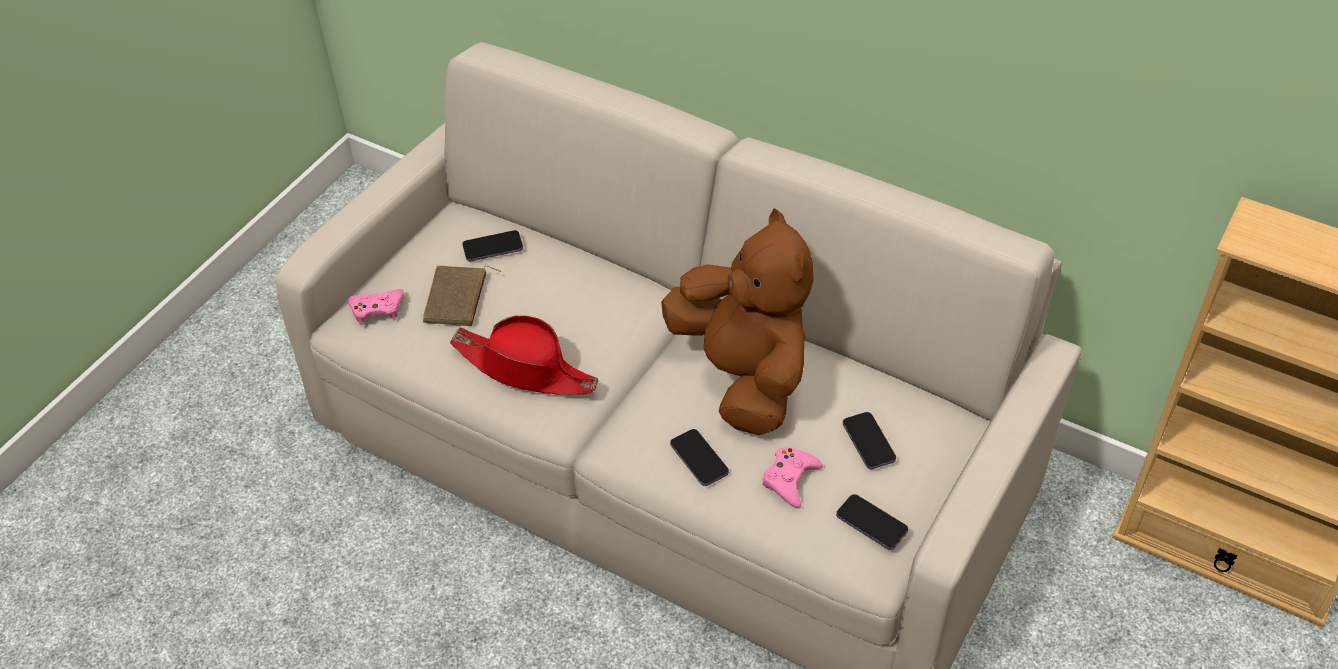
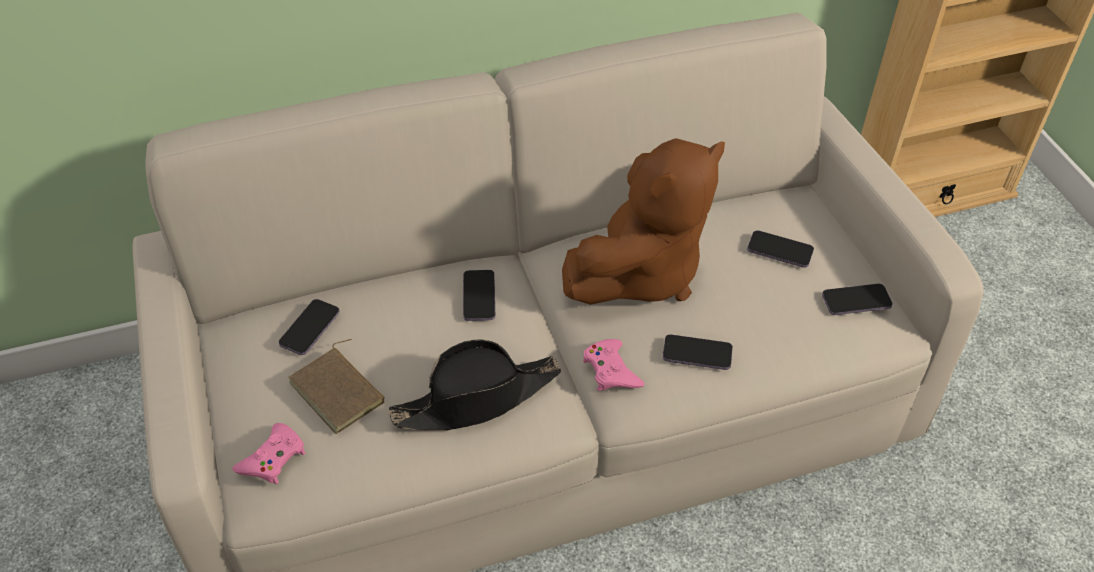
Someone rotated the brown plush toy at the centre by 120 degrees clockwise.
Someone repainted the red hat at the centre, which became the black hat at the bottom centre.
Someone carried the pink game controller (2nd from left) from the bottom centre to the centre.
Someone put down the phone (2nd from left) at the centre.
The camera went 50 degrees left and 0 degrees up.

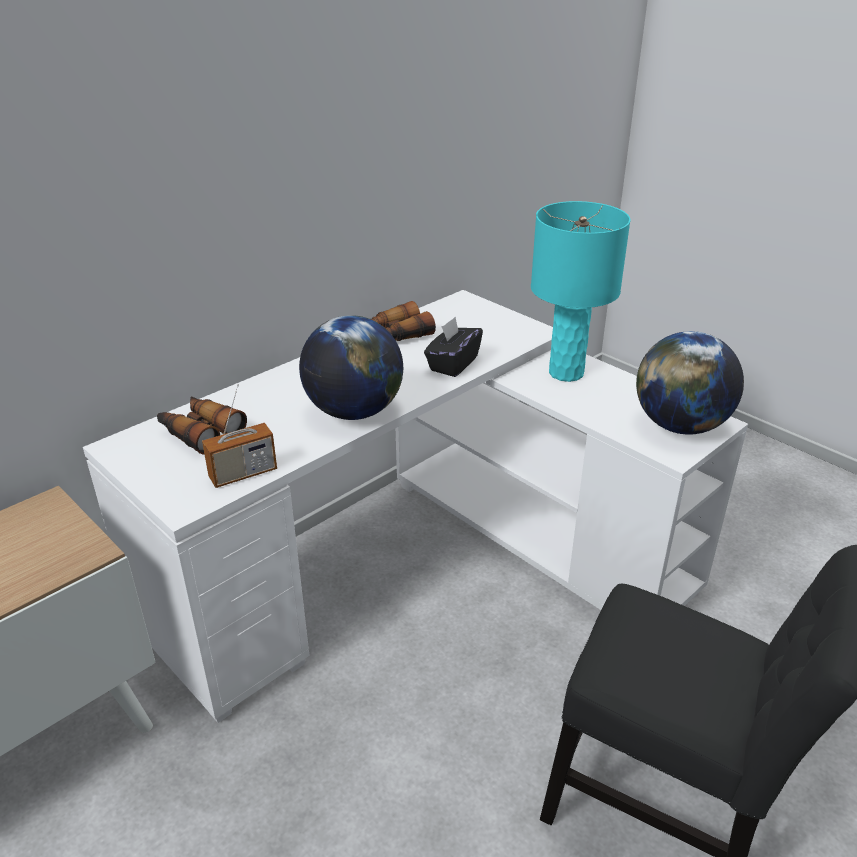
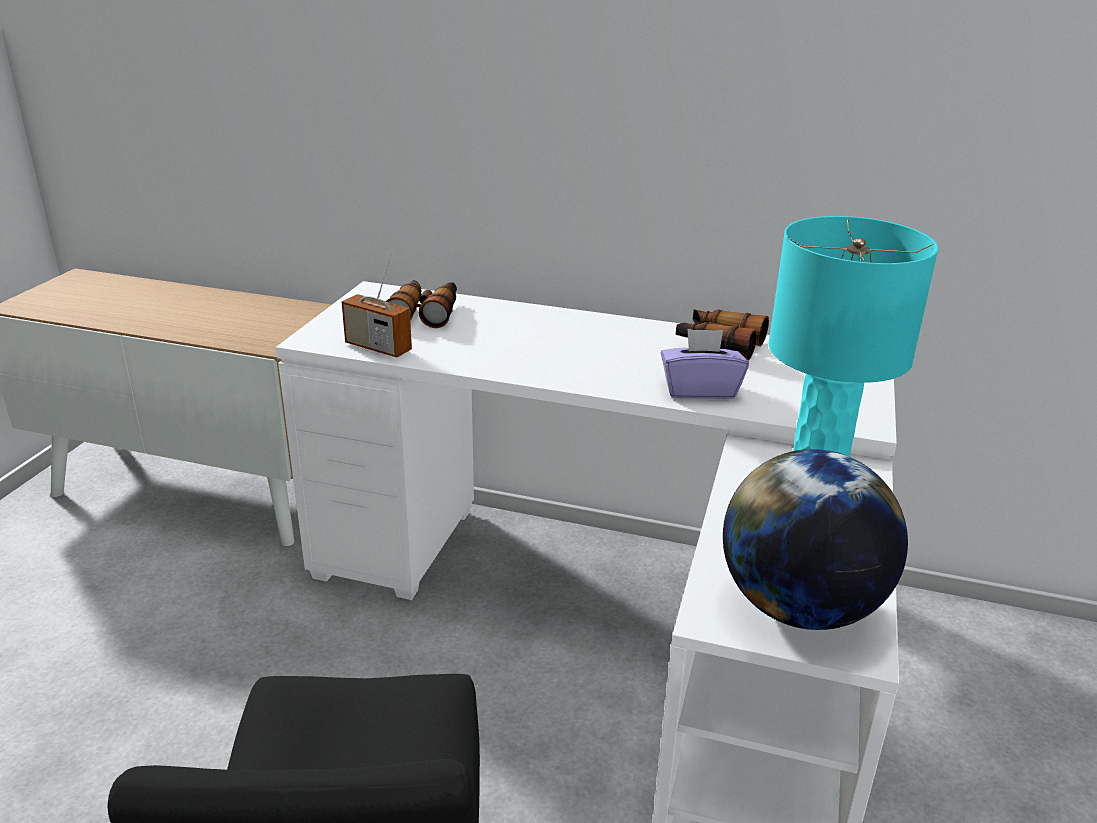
Someone took away the globe (1st from left) at the centre.
Someone repainted the black tissue box at the centre, which became the purple tissue box at the centre.
The camera went 60 degrees right and 5 degrees down.

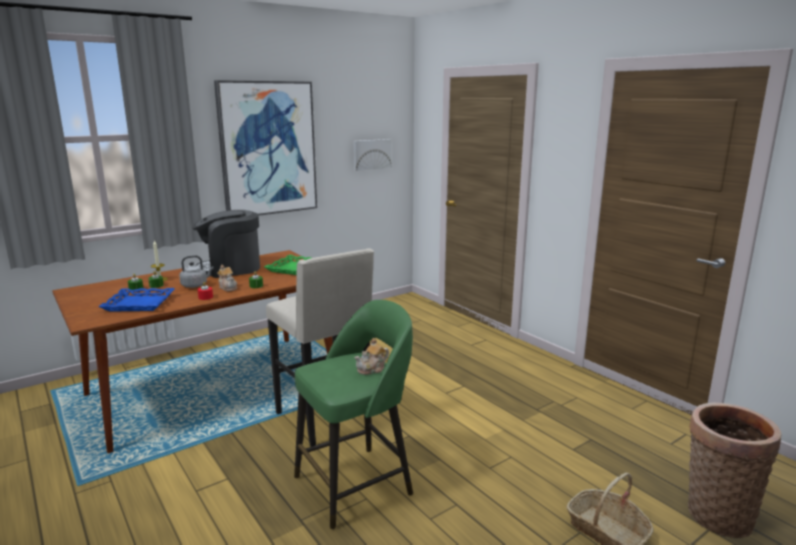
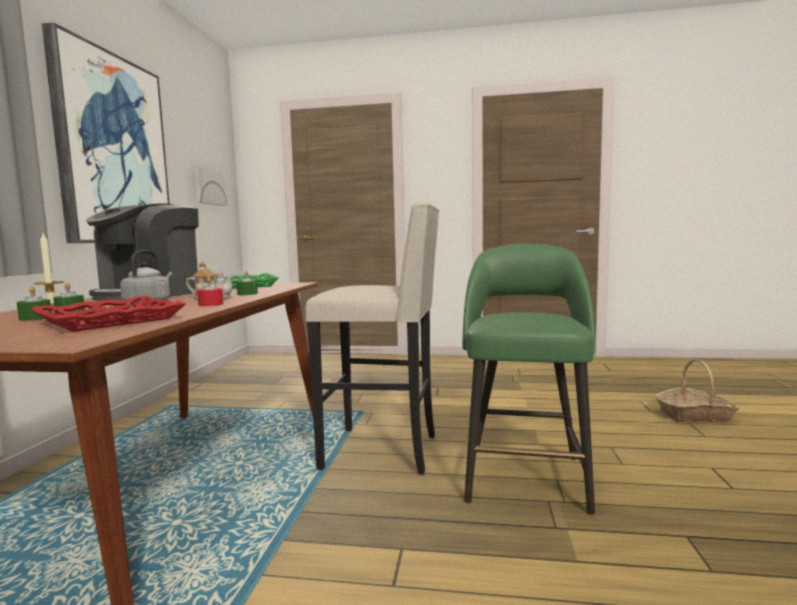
Someone repainted the blue tray at the middle left, which became the red tray at the middle left.
Someone took away the teapot (2nd from left) at the centre.
Someone took away the basket (2nd from left) at the bottom right.
The camera went 45 degrees left and 10 degrees down.

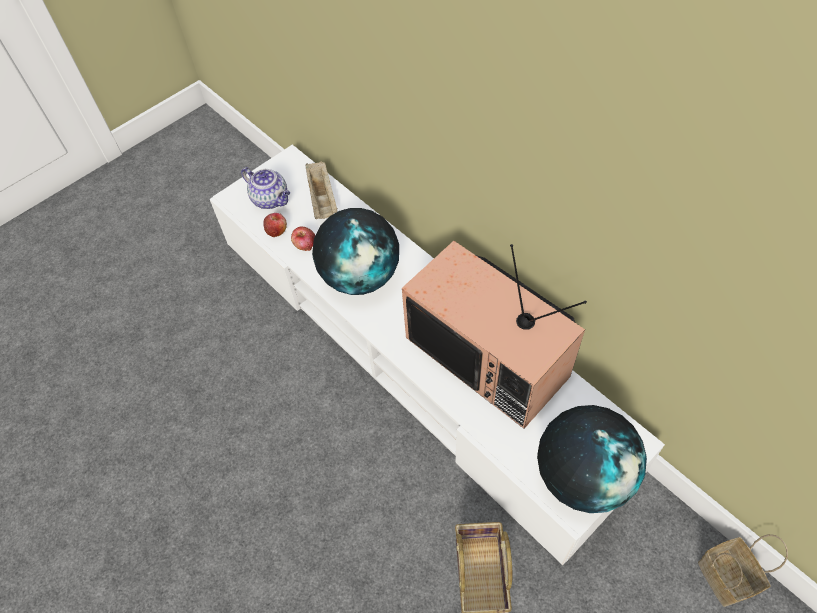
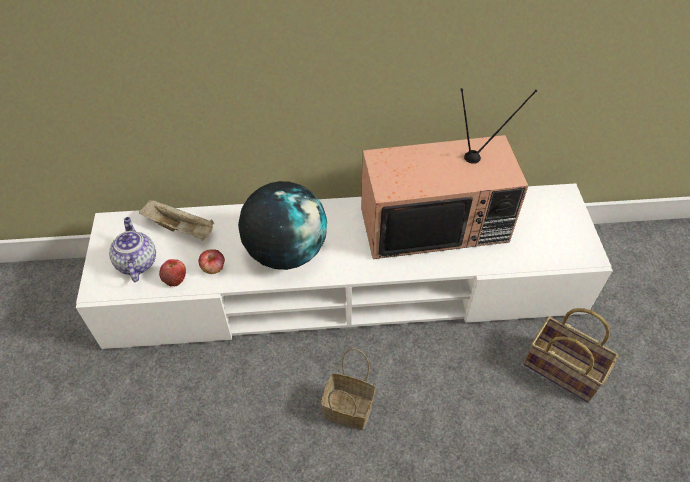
Someone rotated the teapot at the top left by 90 degrees counterclockwise.
Someone took away the globe (2nd from left) at the bottom right.
Someone carried the basket (2nd from left in the first image) from the bottom right to the bottom centre.
The camera went 55 degrees left and 5 degrees down.

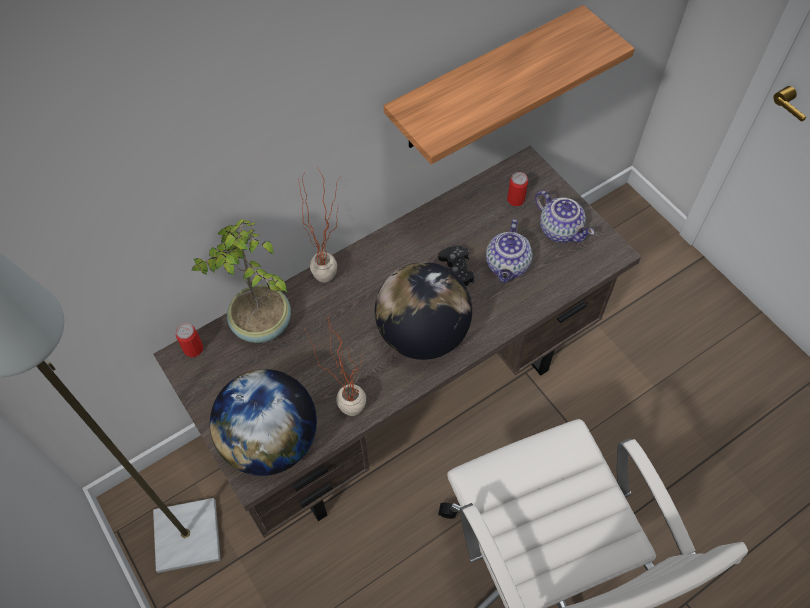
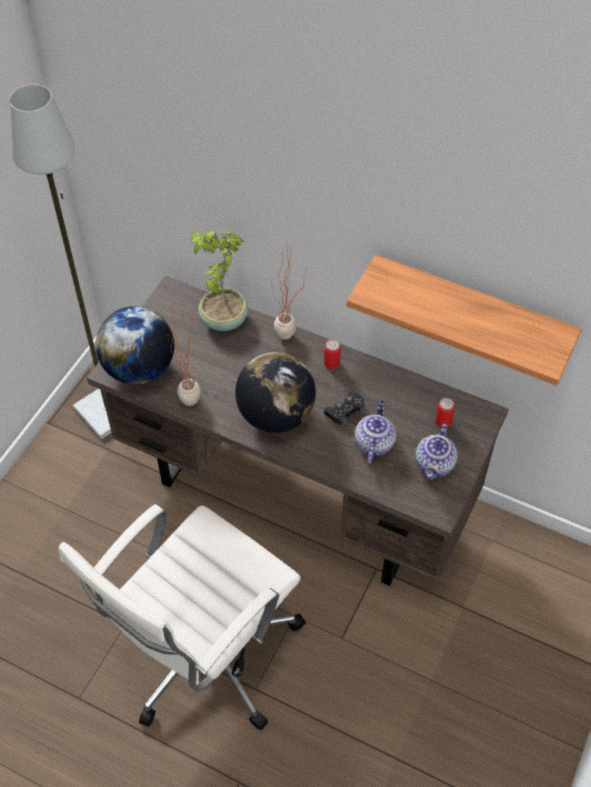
Someone rotated the teapot (1st from left) at the centre by 120 degrees clockwise.
Someone carried the can (1st from left) from the middle left to the centre.
The camera went 60 degrees right and 5 degrees down.

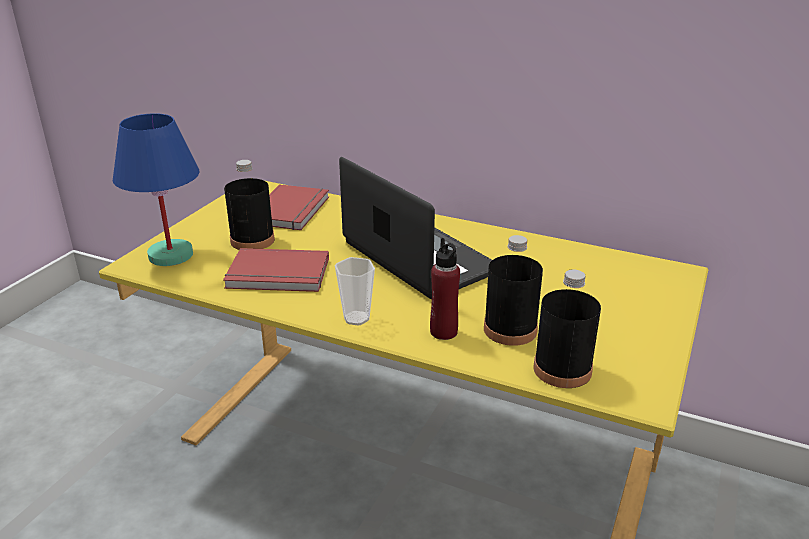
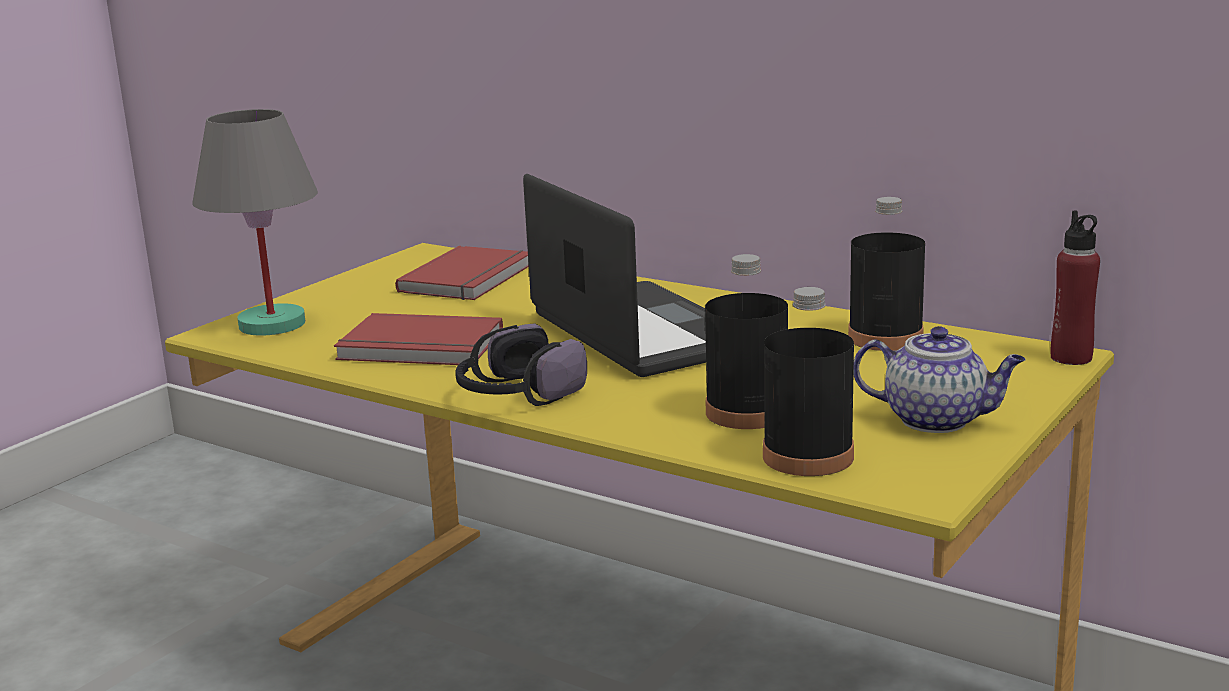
Someone repainted the blue table lamp at the middle left, which became the grey table lamp at the top left.
Someone carried the black bottle (1st from left in the first image) from the middle left to the middle right.
Someone carried the red bottle from the centre to the middle right.
Someone swapped the cup at the centre for the headphones at the centre.
Someone put down the teapot at the middle right.
The camera went 10 degrees right and 10 degrees down.

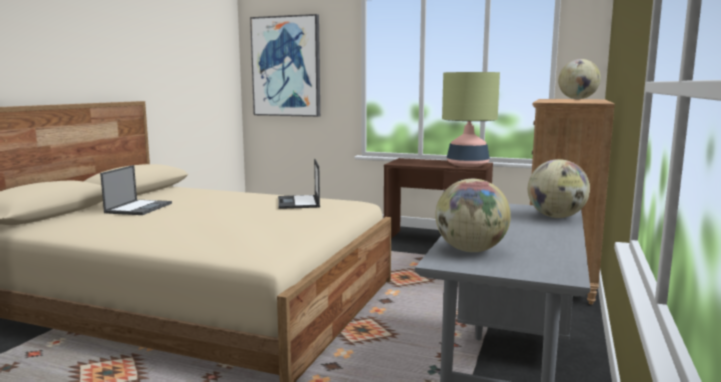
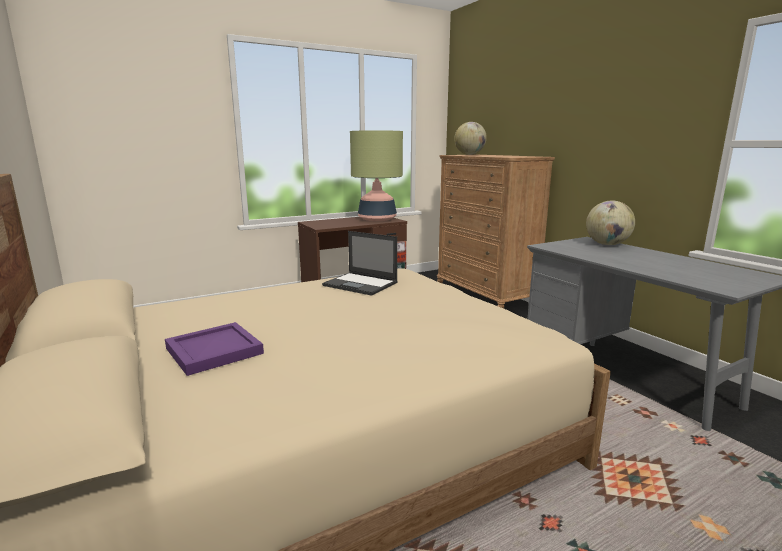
Someone took away the picture at the top centre.
Someone swapped the laptop (1st from left) at the middle left for the purple tray at the middle left.
Someone took away the globe (1st from left) at the centre.
The camera went 50 degrees left and 5 degrees up.

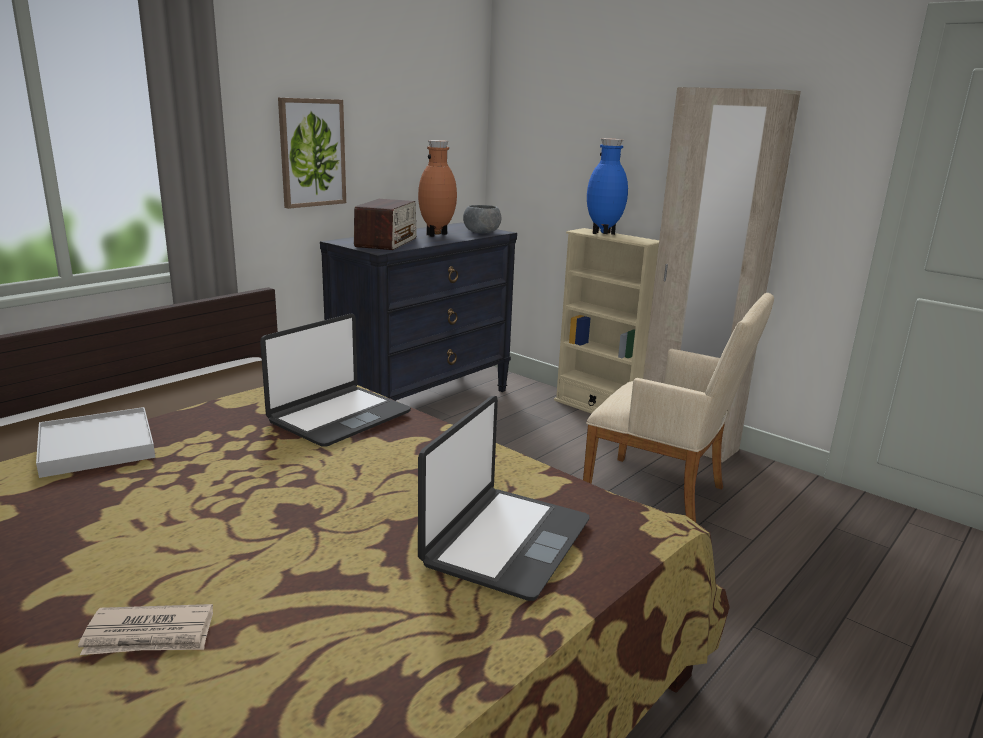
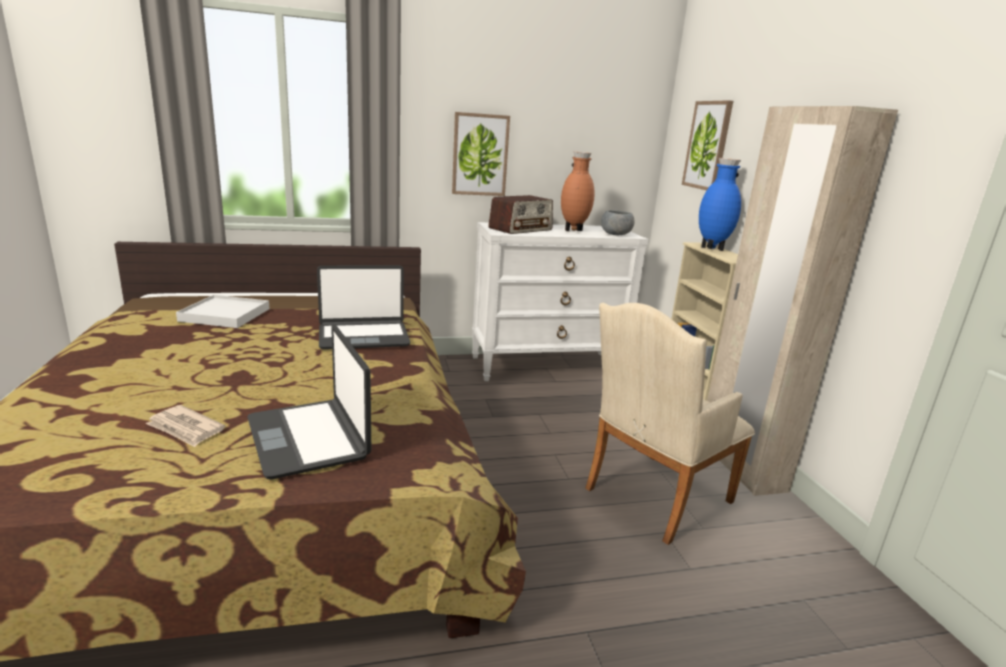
Someone repainted the black dresser at the centre, which became the white dresser at the centre.
Someone rotated the beige armchair at the middle right by 75 degrees clockwise.
Someone rotated the laptop (2nd from left in the first image) at the bottom centre by 90 degrees clockwise.
Someone carried the newspaper from the bottom left to the middle left.
Someone put up the picture (2nd from left) at the top right.
The camera went 35 degrees right and 0 degrees up.

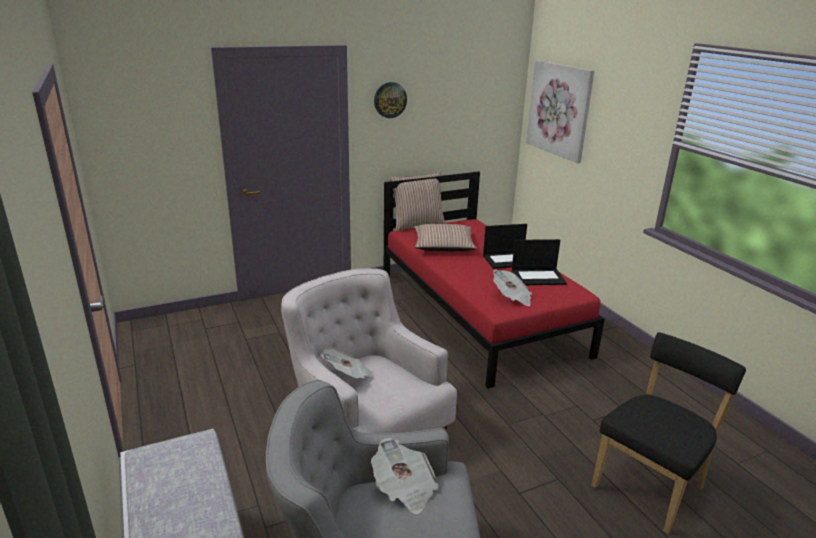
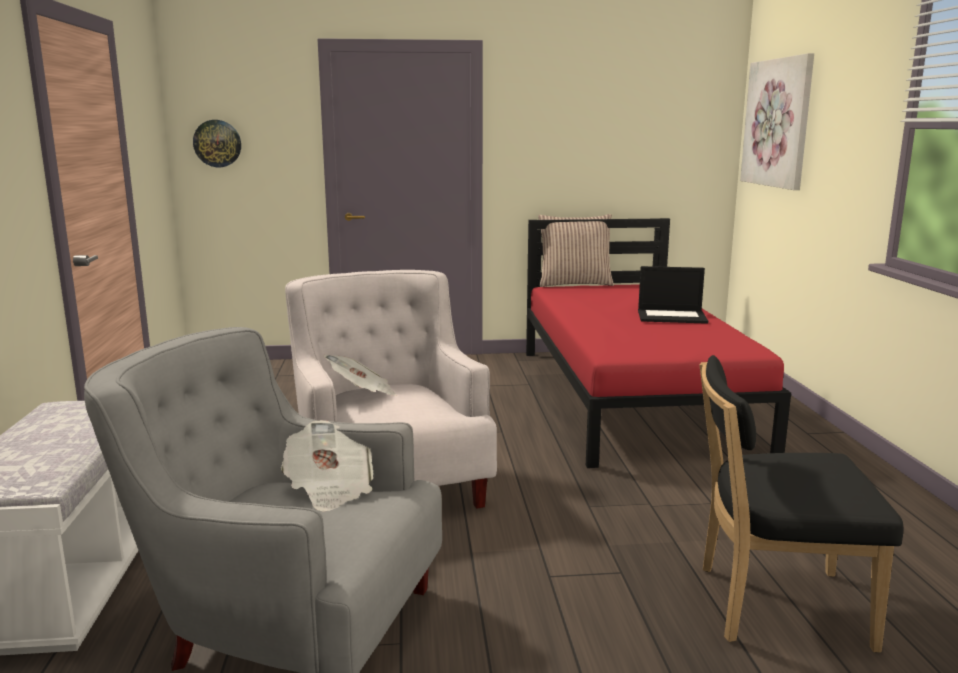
Someone carried the wall clock from the top centre to the top left.
Someone took away the pillow (2nd from left) at the centre.
Someone took away the laptop (2nd from left) at the centre.
Someone took away the newspaper (3rd from left) at the centre.
Someone rotated the black chair at the bottom right by 150 degrees counterclockwise.
The camera went 20 degrees right and 10 degrees down.

